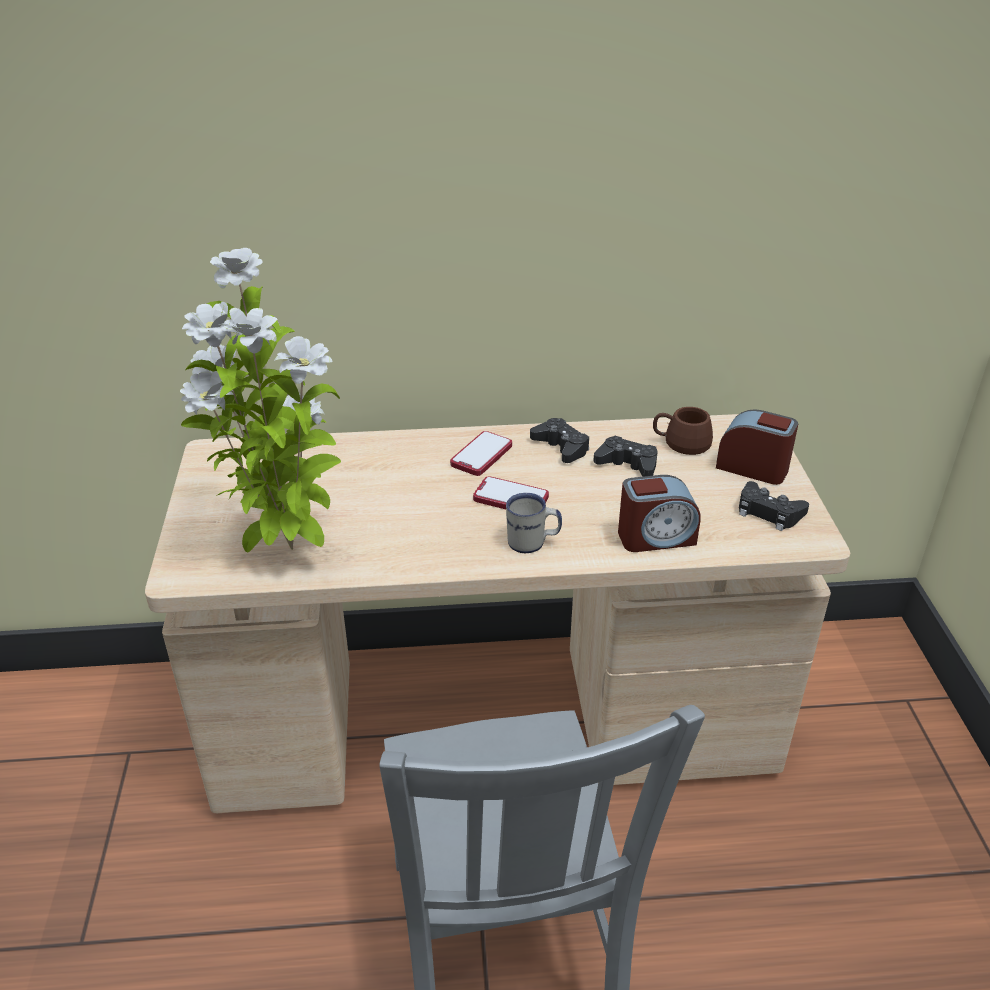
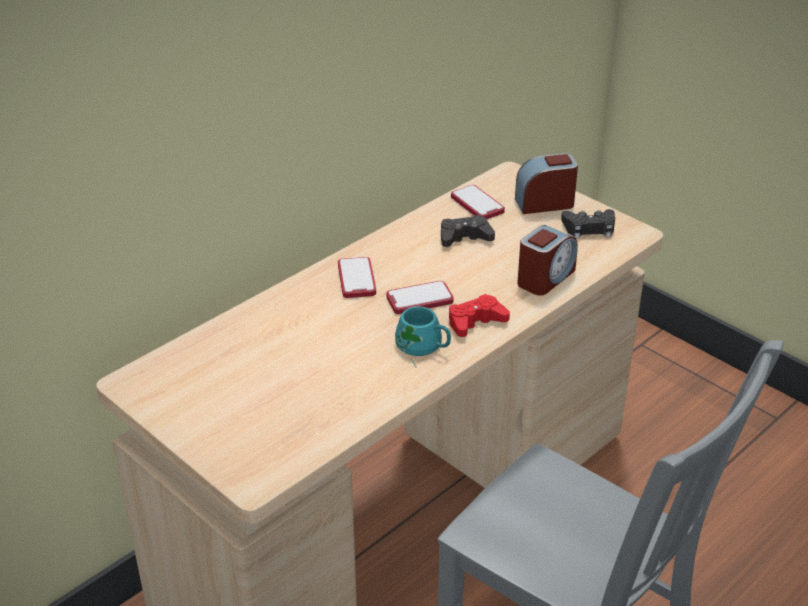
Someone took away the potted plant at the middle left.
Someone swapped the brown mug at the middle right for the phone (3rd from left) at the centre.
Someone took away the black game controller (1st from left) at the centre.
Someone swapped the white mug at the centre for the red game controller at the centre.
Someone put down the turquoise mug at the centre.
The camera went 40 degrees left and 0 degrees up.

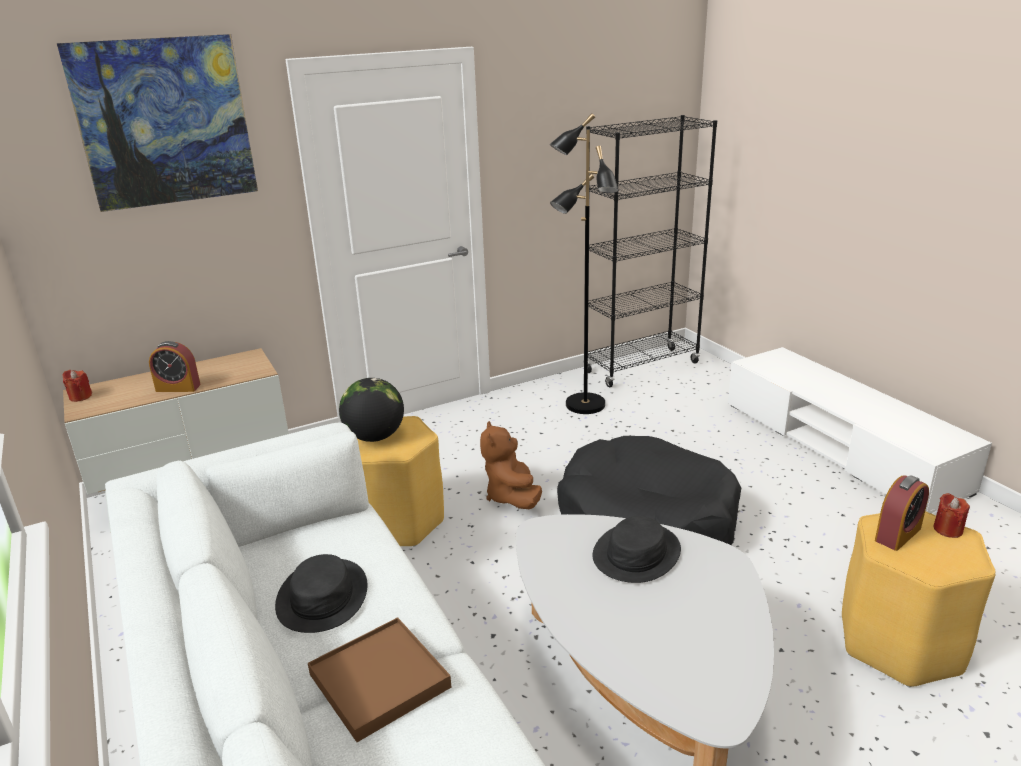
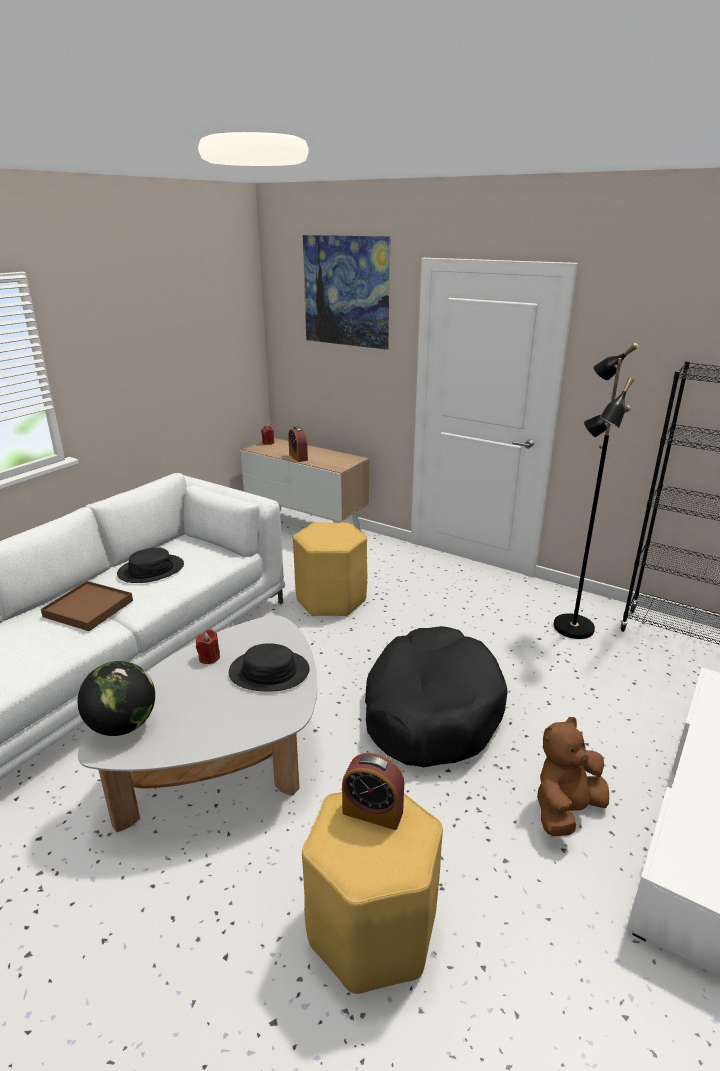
Someone carried the globe from the centre to the middle left.
Someone carried the brown plush toy from the centre to the bottom right.
Someone carried the red candle (2nd from left in the first image) from the bottom right to the middle left.
The camera went 60 degrees right and 0 degrees up.

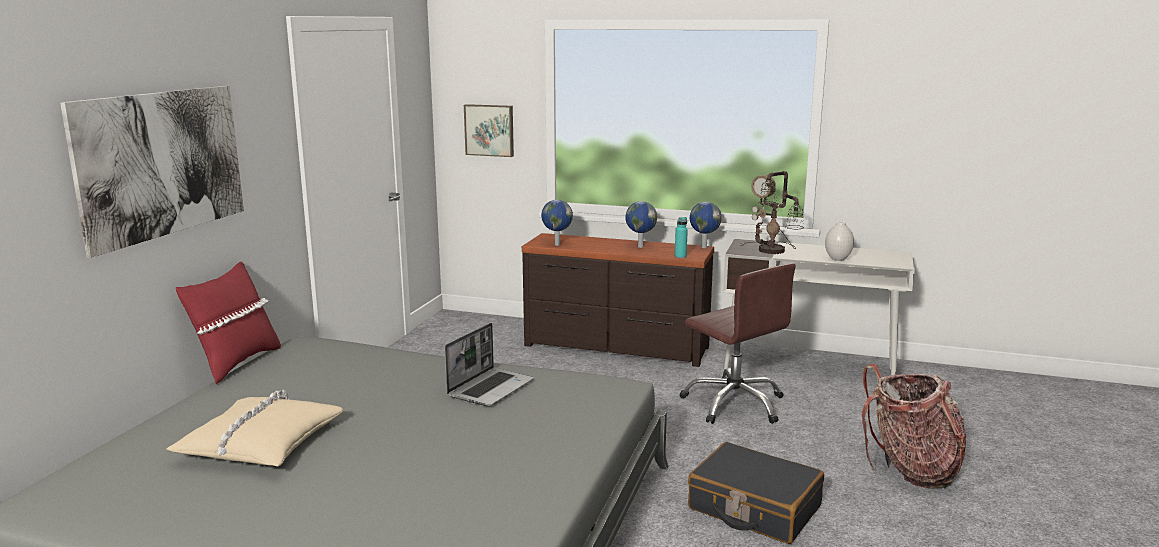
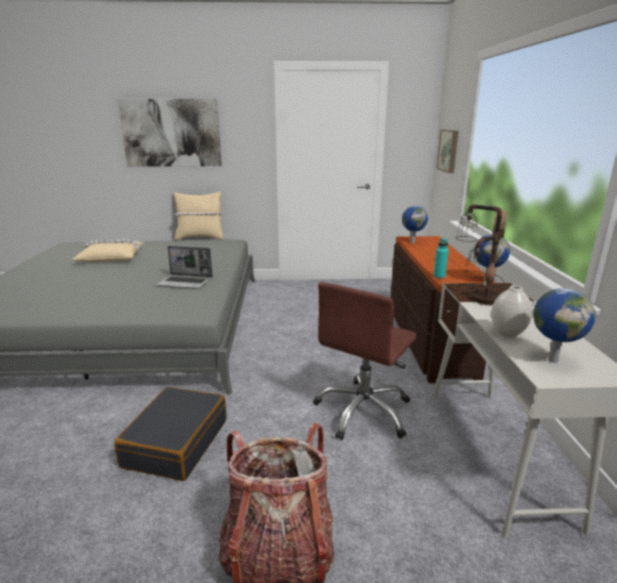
Someone carried the globe (2nd from left in the first image) from the centre to the middle right.
Someone repainted the red pillow at the middle left, which became the beige pillow (2nd from left) at the middle left.
The camera went 70 degrees right and 5 degrees up.

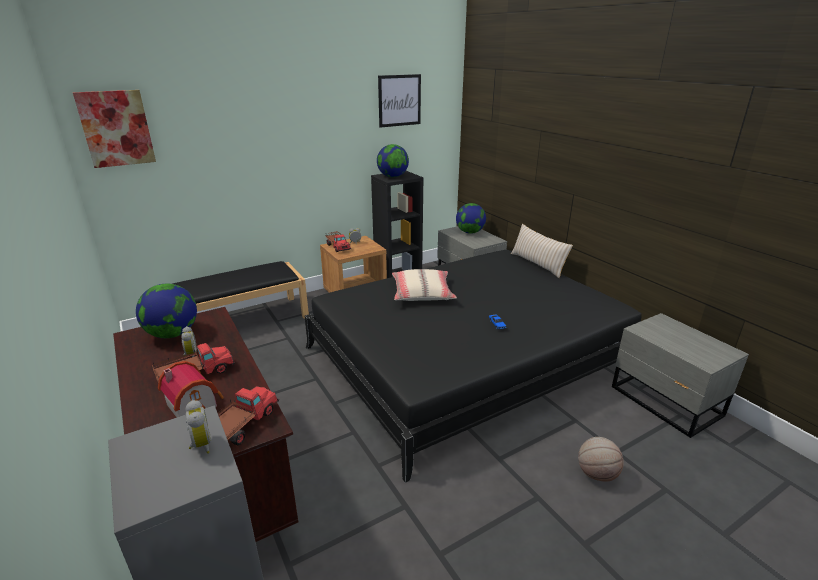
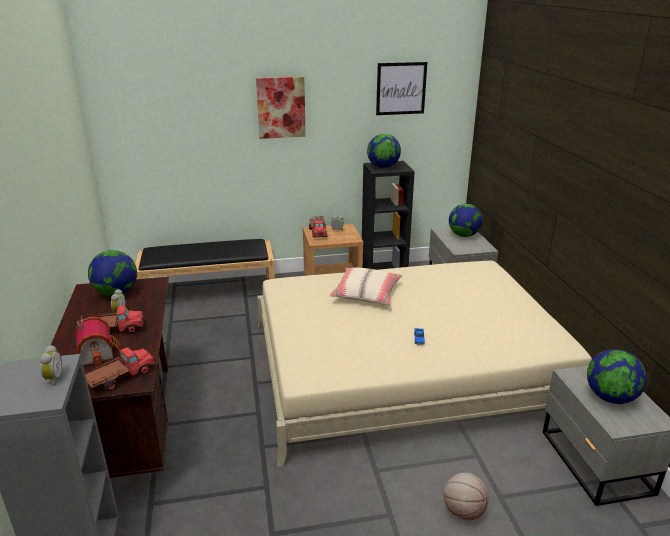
Someone carried the picture (1st from left) from the top left to the top centre.
Someone took away the beige pillow (2nd from left) at the centre.
Someone repainted the black bed at the centre, which became the beige bed at the bottom centre.
Someone put down the globe (4th from left) at the bottom right.
The camera went 20 degrees right and 0 degrees up.

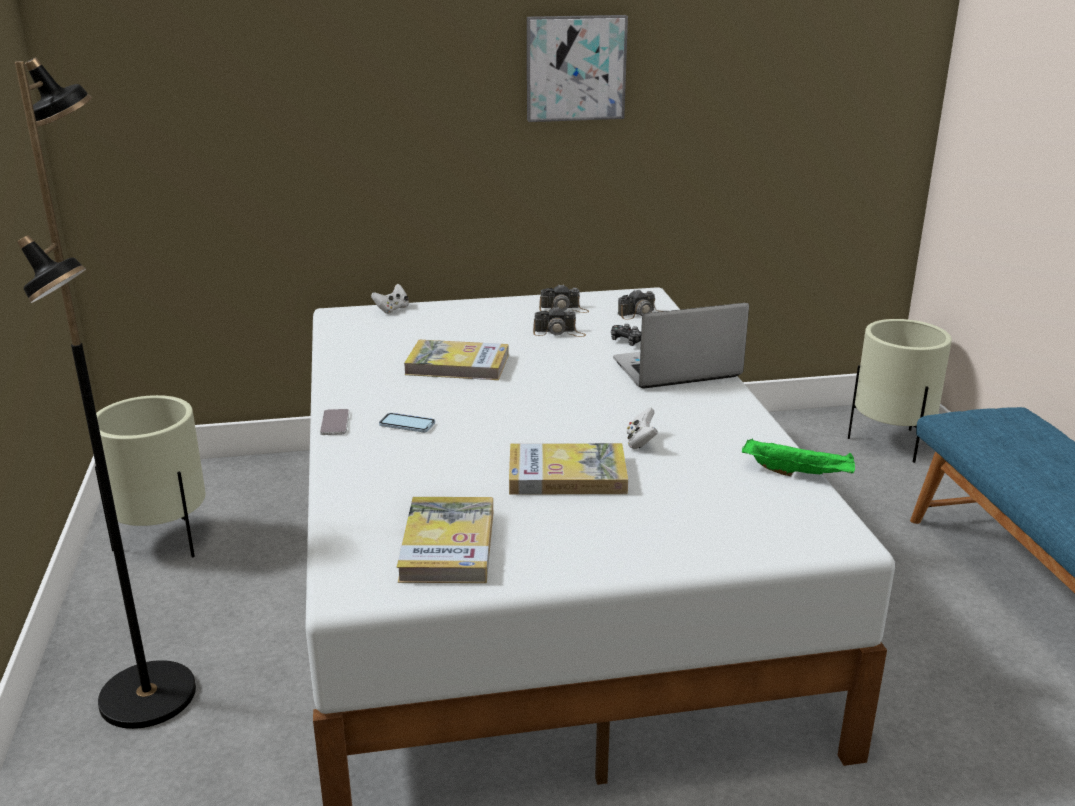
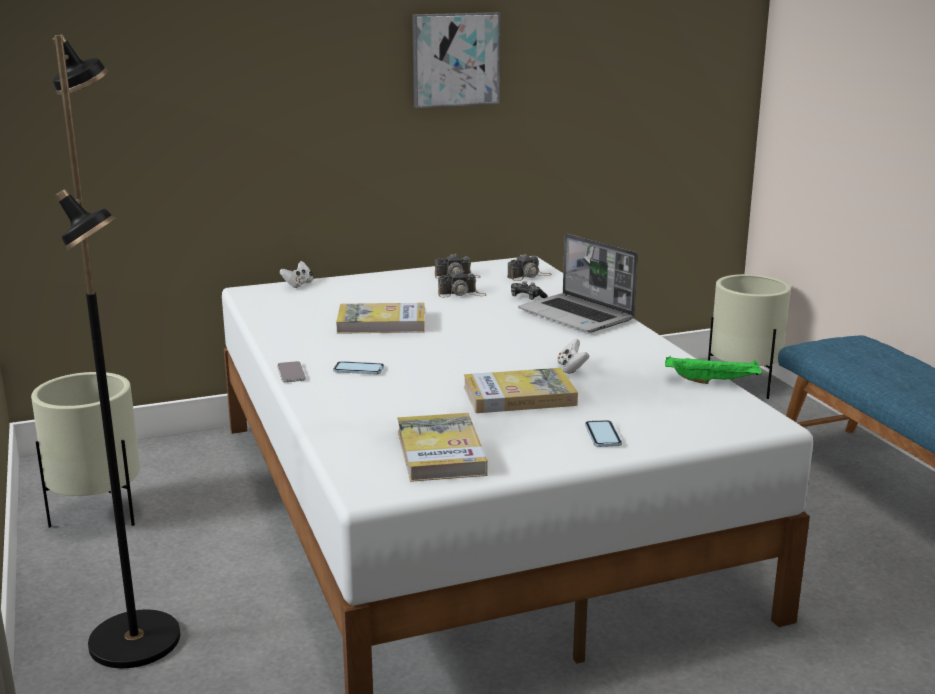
Someone rotated the laptop at the centre by 105 degrees counterclockwise.
Someone put down the phone (3rd from left) at the centre.
The camera went 10 degrees left and 5 degrees down.

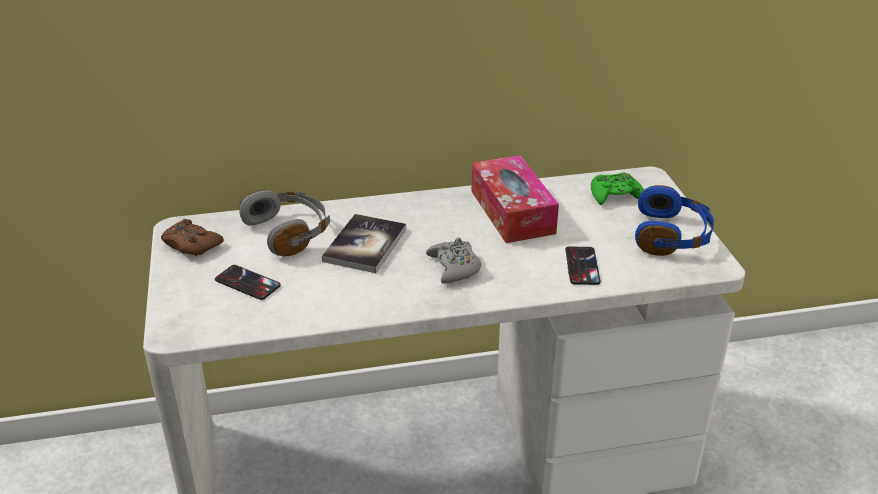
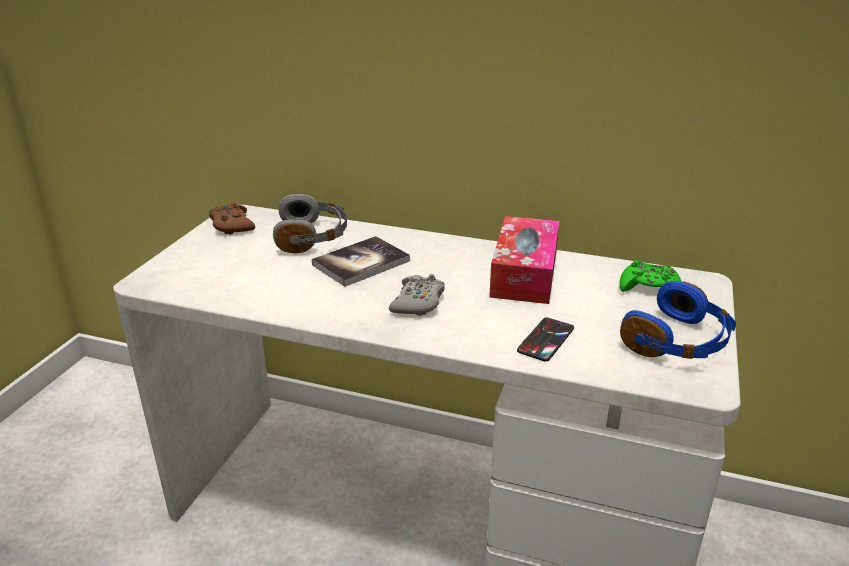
Someone took away the phone (1st from left) at the middle left.
The camera went 30 degrees right and 5 degrees down.

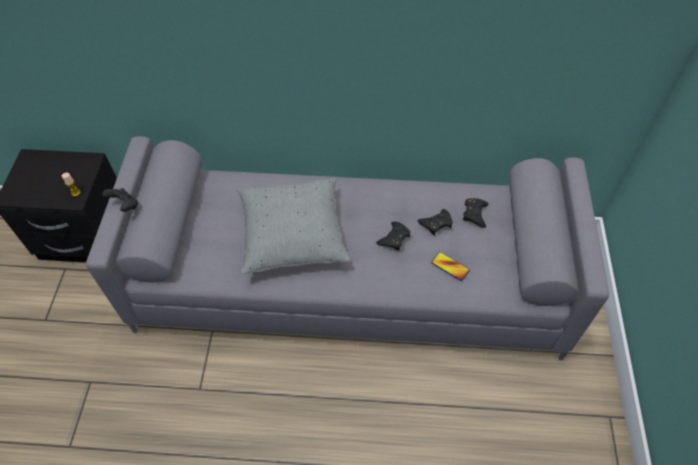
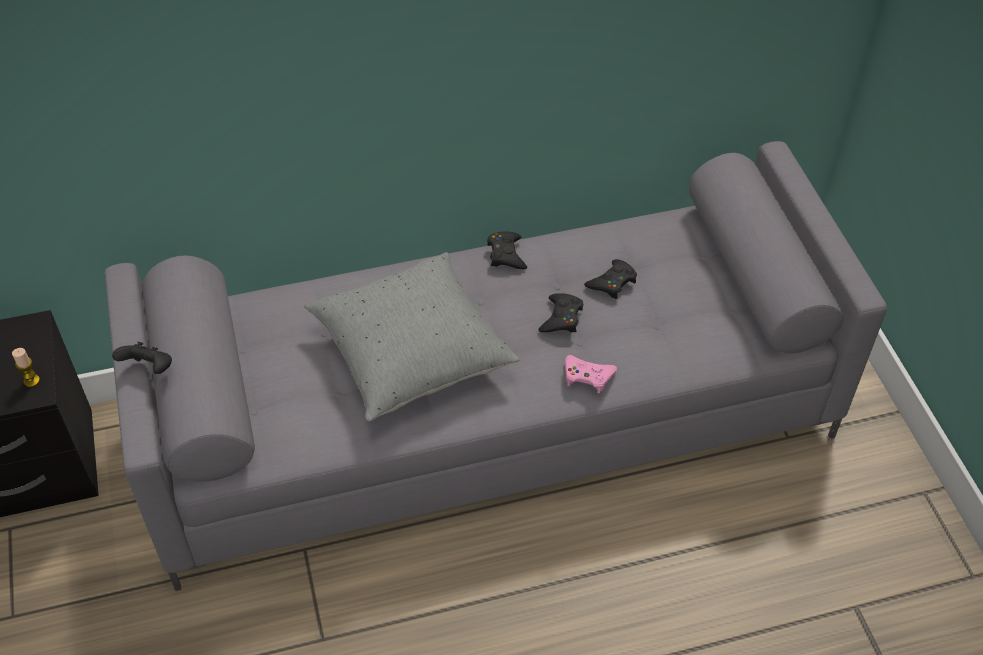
Someone carried the black game controller (4th from left in the first image) from the middle right to the centre.
Someone took away the phone at the centre.
Someone put down the pink game controller at the centre.
The camera went 20 degrees left and 5 degrees down.

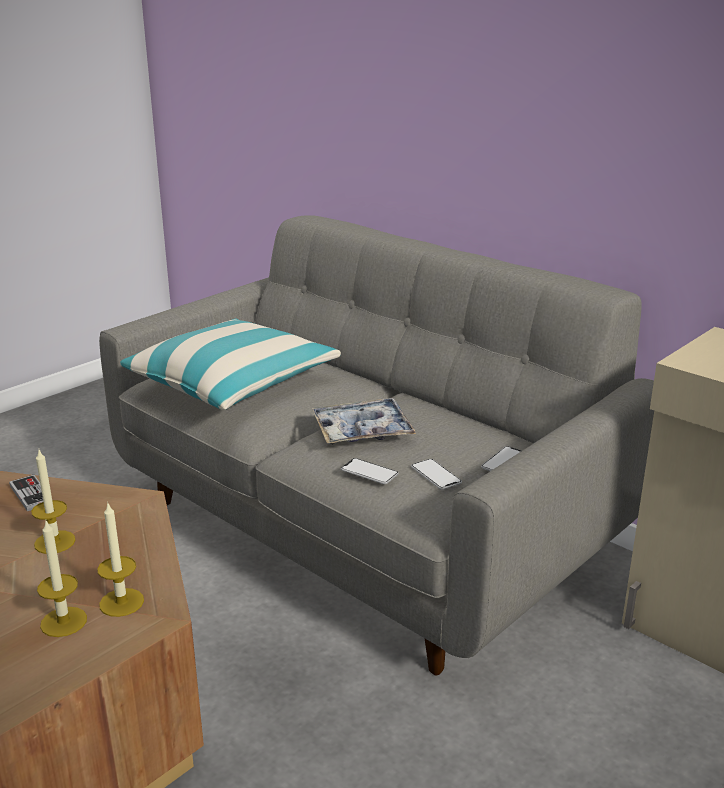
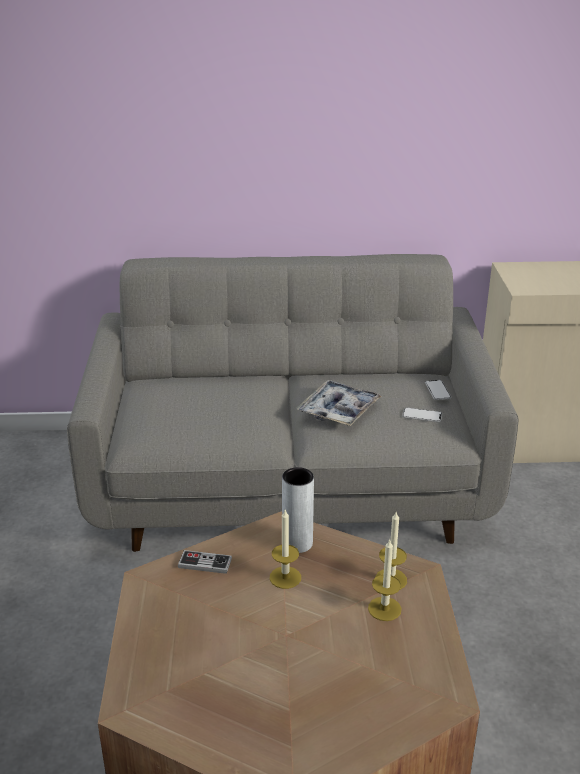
Someone took away the pillow at the middle left.
Someone took away the phone (1st from left) at the centre.
Someone put down the grey vase at the centre.
The camera went 45 degrees left and 5 degrees up.

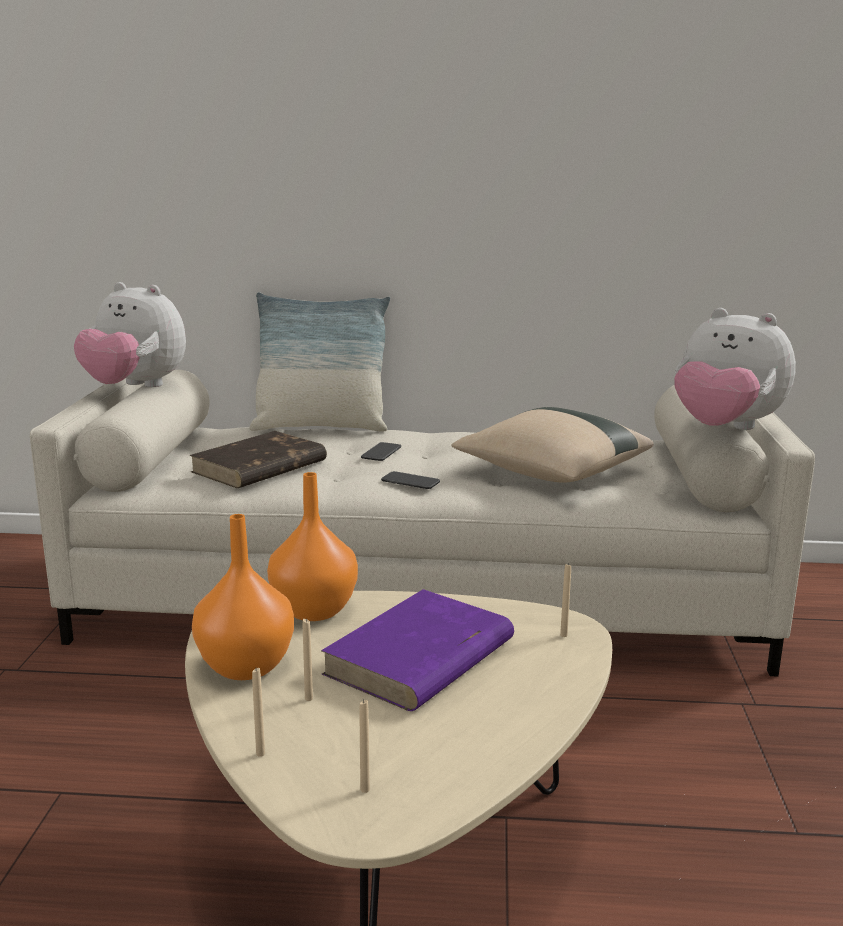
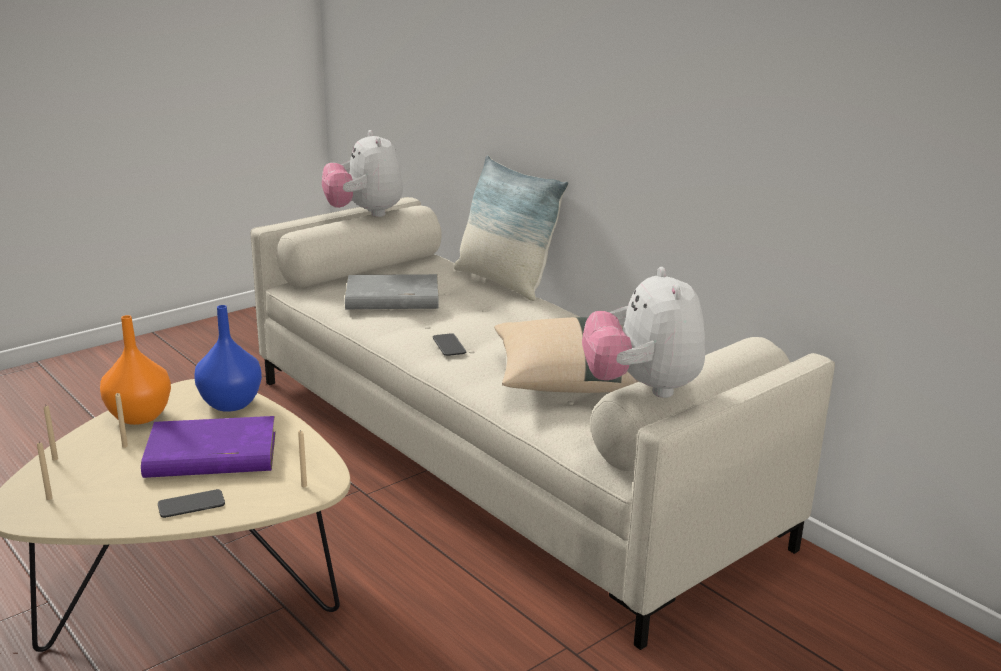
Someone repainted the brown book at the middle left, which became the grey book at the centre.
Someone carried the phone (1st from left) from the centre to the bottom left.
Someone repainted the orange vase (2nd from left) at the centre, which became the blue vase at the middle left.
The camera went 45 degrees right and 5 degrees up.

